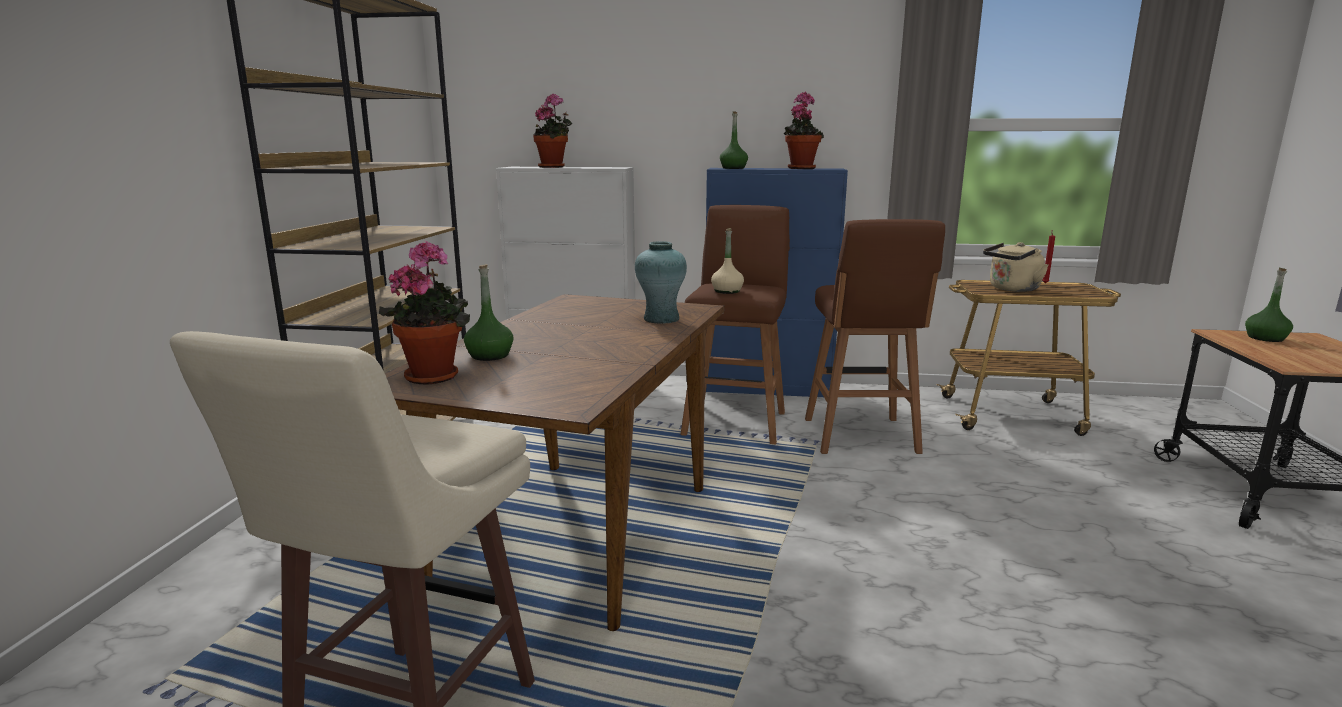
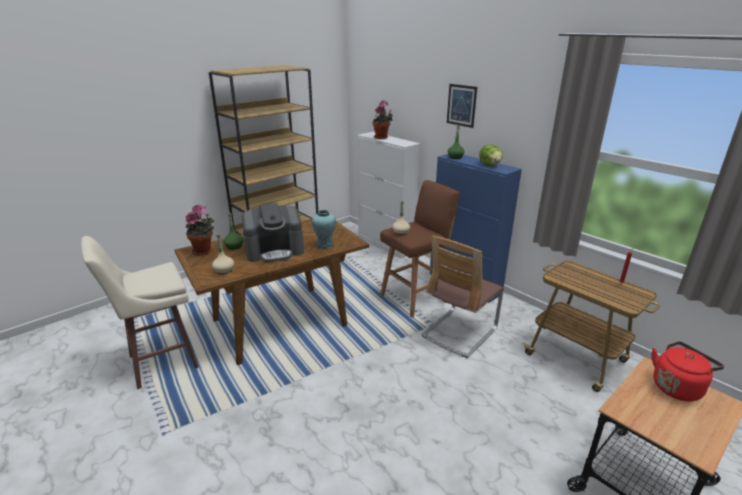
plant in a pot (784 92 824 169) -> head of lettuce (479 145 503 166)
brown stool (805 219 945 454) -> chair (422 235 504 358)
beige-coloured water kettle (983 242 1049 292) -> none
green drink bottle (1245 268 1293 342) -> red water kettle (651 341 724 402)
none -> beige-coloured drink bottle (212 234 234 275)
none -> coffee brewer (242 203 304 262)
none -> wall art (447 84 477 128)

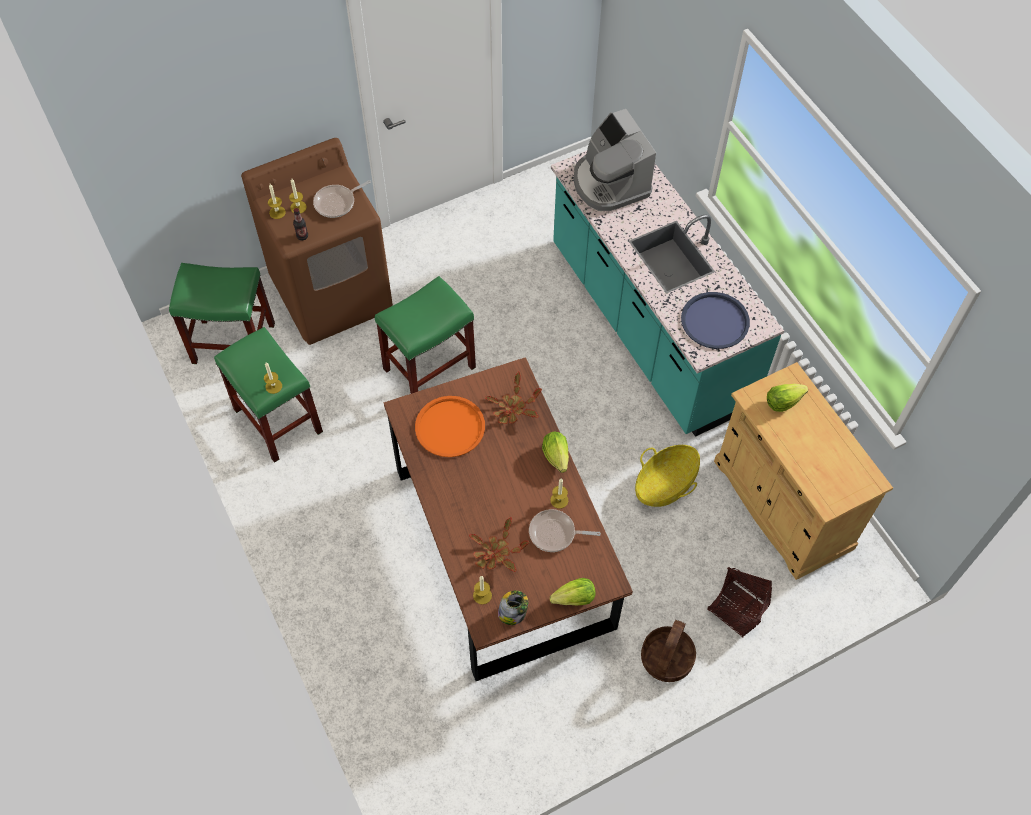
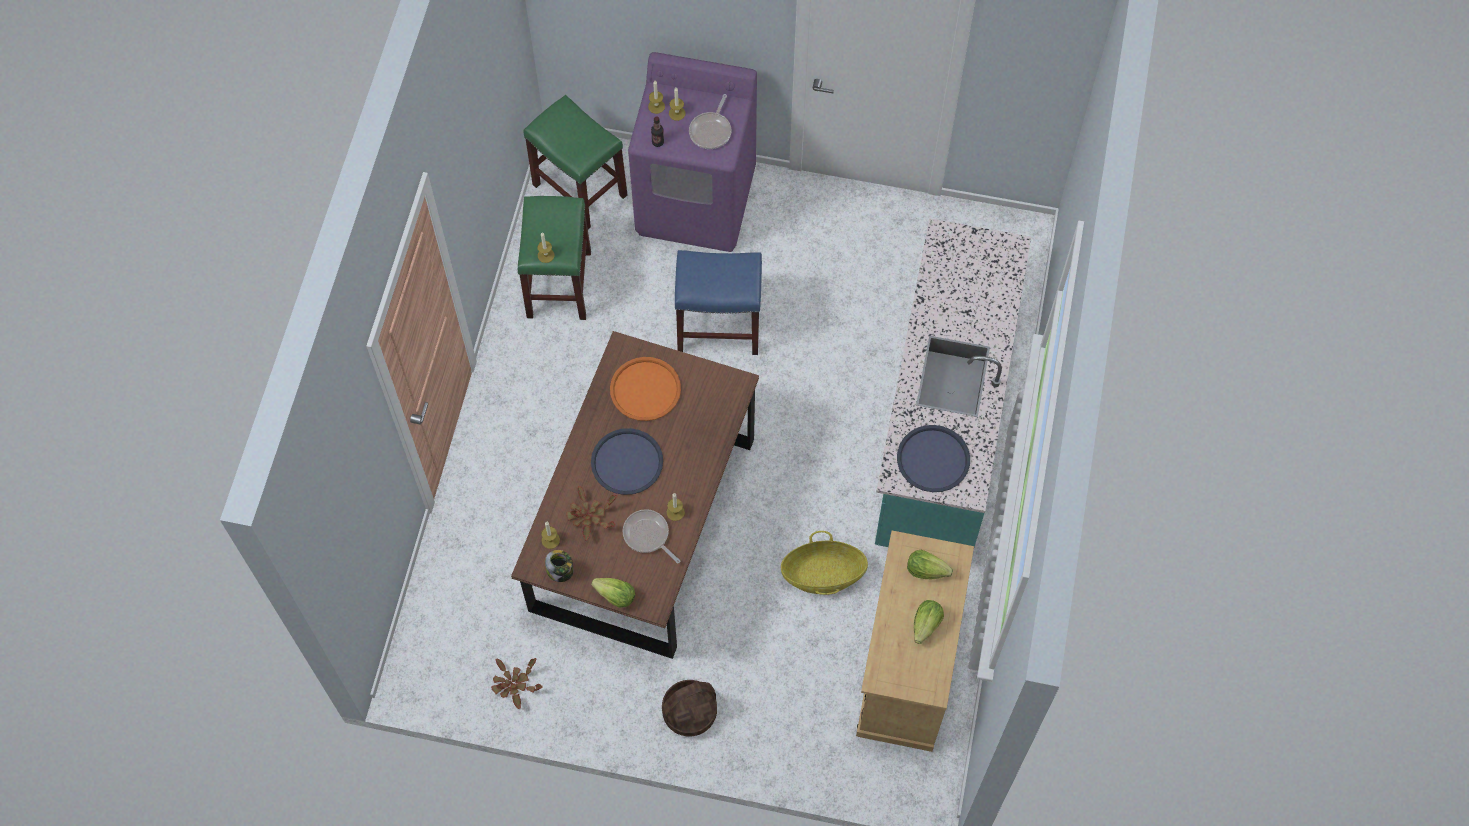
brown laundry machine (241 138 393 345) -> purplish laundry machine (628 52 757 252)
pan (313 180 371 218) -> pan (689 94 732 149), 75 degrees counterclockwise
green stool (375 276 476 394) -> bluish stool (675 250 762 355)
plant in a pot (485 372 542 424) -> plant in a pot (491 658 543 709), moved
head of lettuce (542 432 569 473) -> head of lettuce (914 600 944 644), moved
coffee brewer (574 109 656 211) -> none
basket (707 567 772 637) -> none
none -> bluish tray (591 428 663 495)

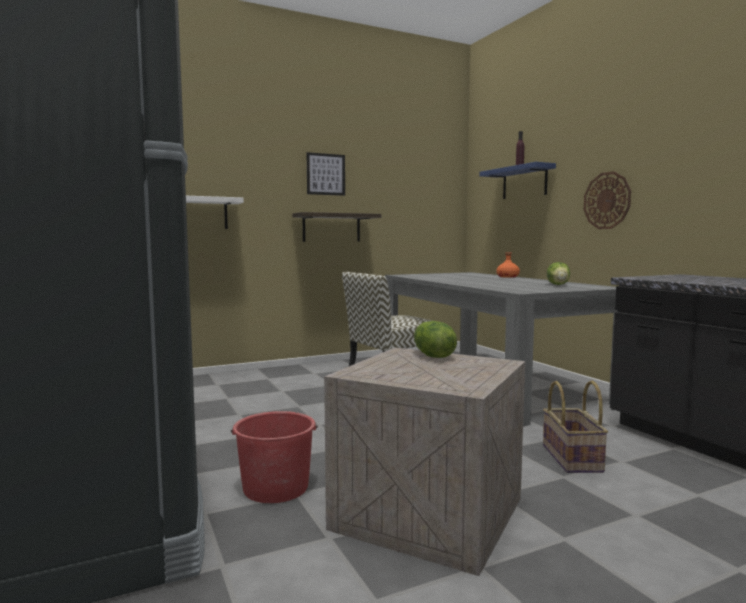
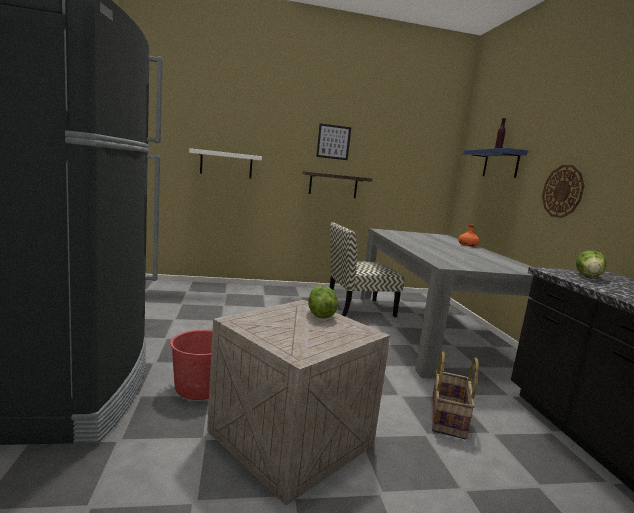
head of lettuce (547 262 570 285) -> head of lettuce (576 251 607 277), moved

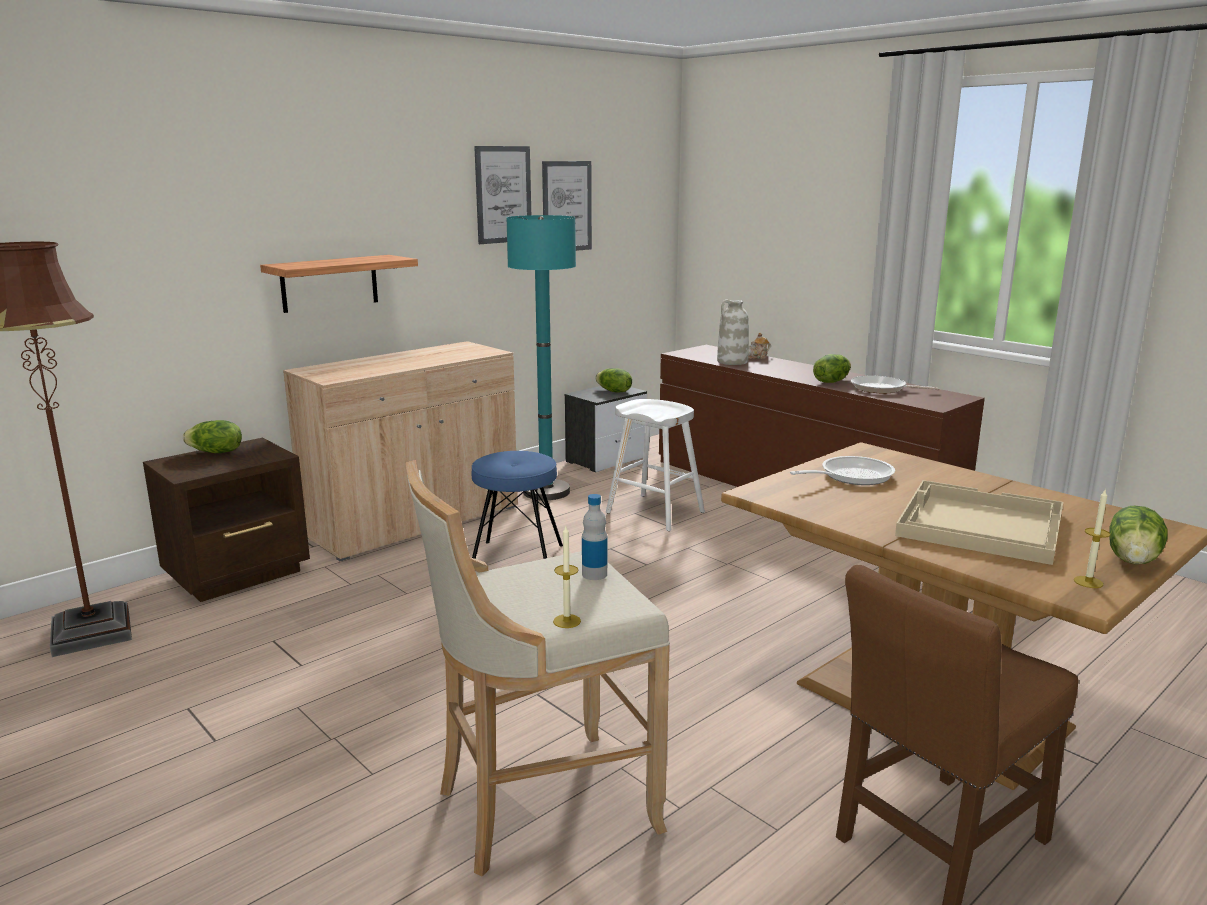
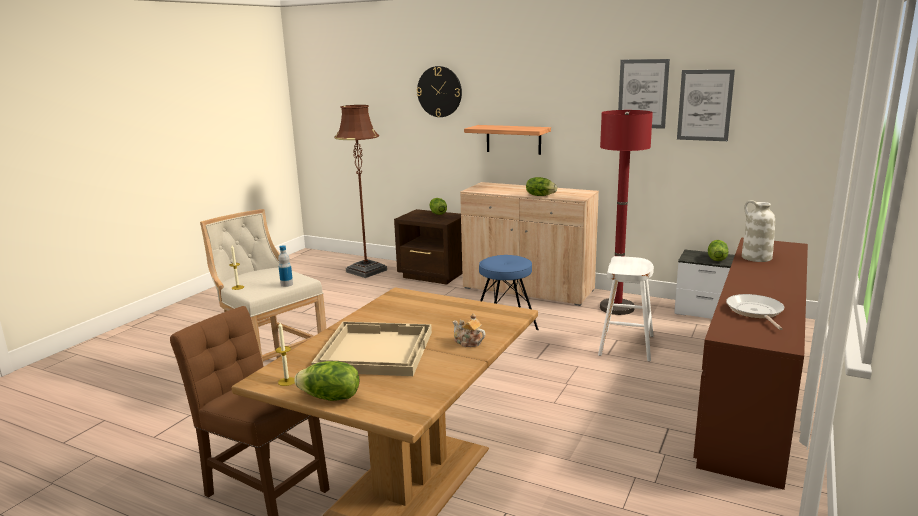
turquoise standing lamp (506 215 576 500) -> red standing lamp (600 110 653 315)
teapot (748 333 771 359) -> teapot (453 313 486 347), moved
pan (790 456 895 485) -> none
head of lettuce (813 354 851 383) -> head of lettuce (526 177 557 196), moved
none -> wall clock (417 66 462 117)

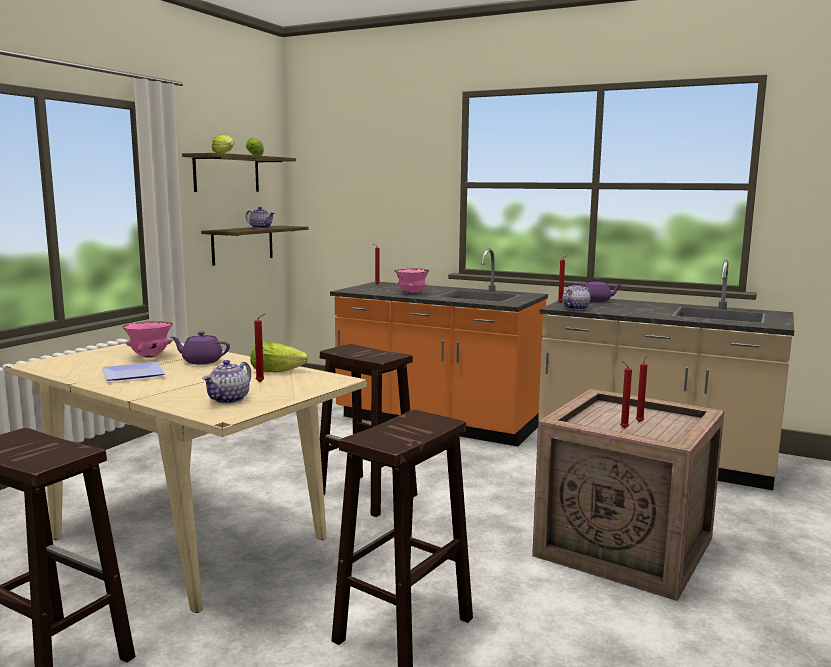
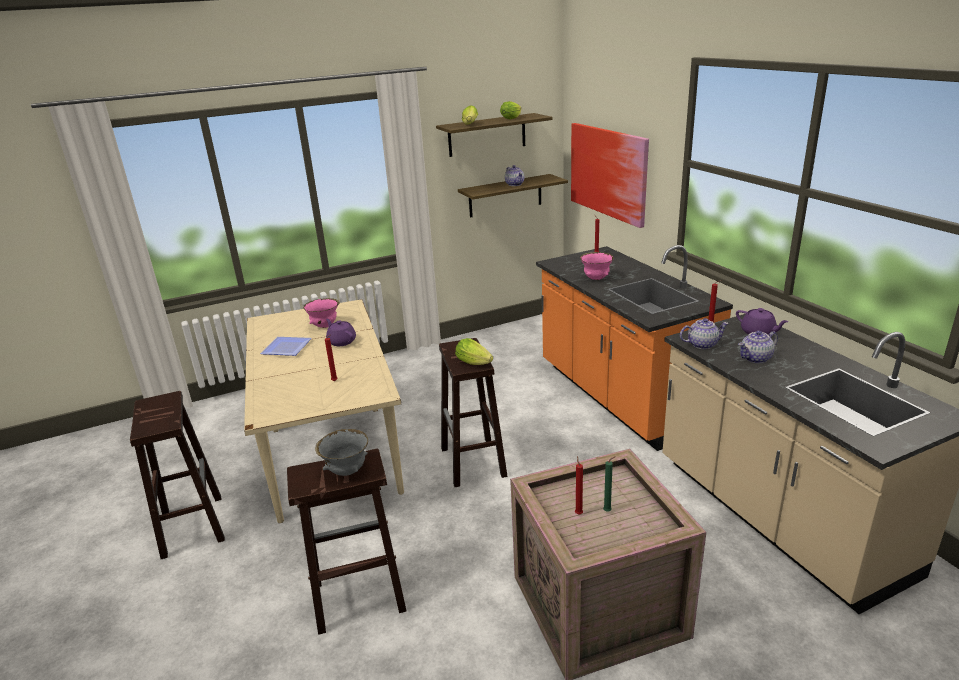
teapot (202 360 251 404) -> teapot (738 331 778 363), moved
head of lettuce (250 342 308 372) -> head of lettuce (455 338 493 365), moved
red candle (636 357 647 422) -> green candle (603 456 616 512)
none -> grey serving bowl (315 429 368 476)
none -> wall art (571 123 649 228)

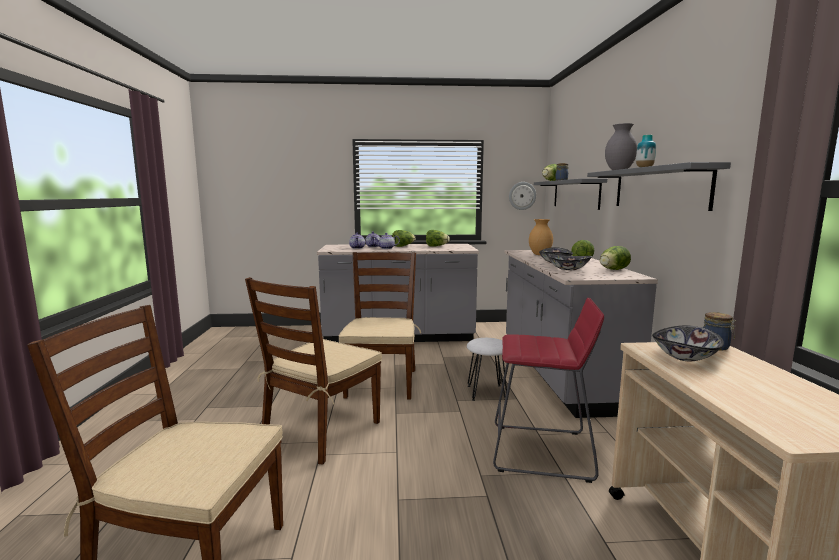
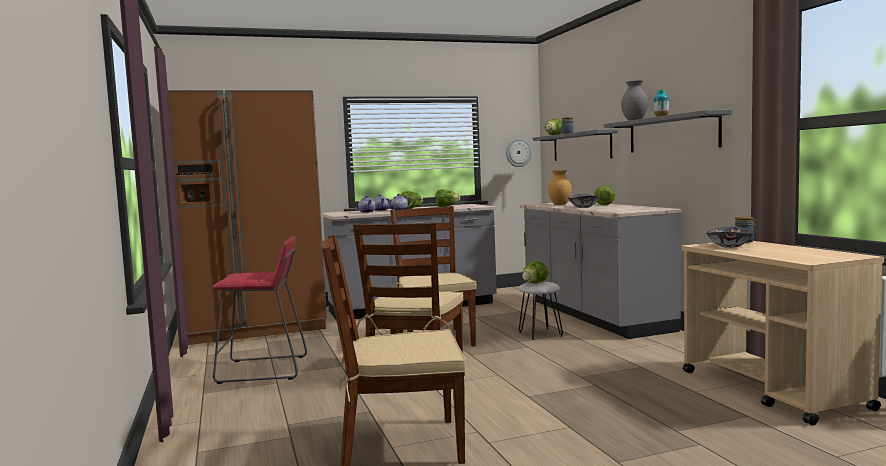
red stool (493 298 604 483) -> red stool (212 236 307 384), moved
serving bowl (547 253 592 270) -> none
head of lettuce (600 246 631 270) -> head of lettuce (522 261 548 283), moved
none -> brown kitchen fridge (168 90 327 345)

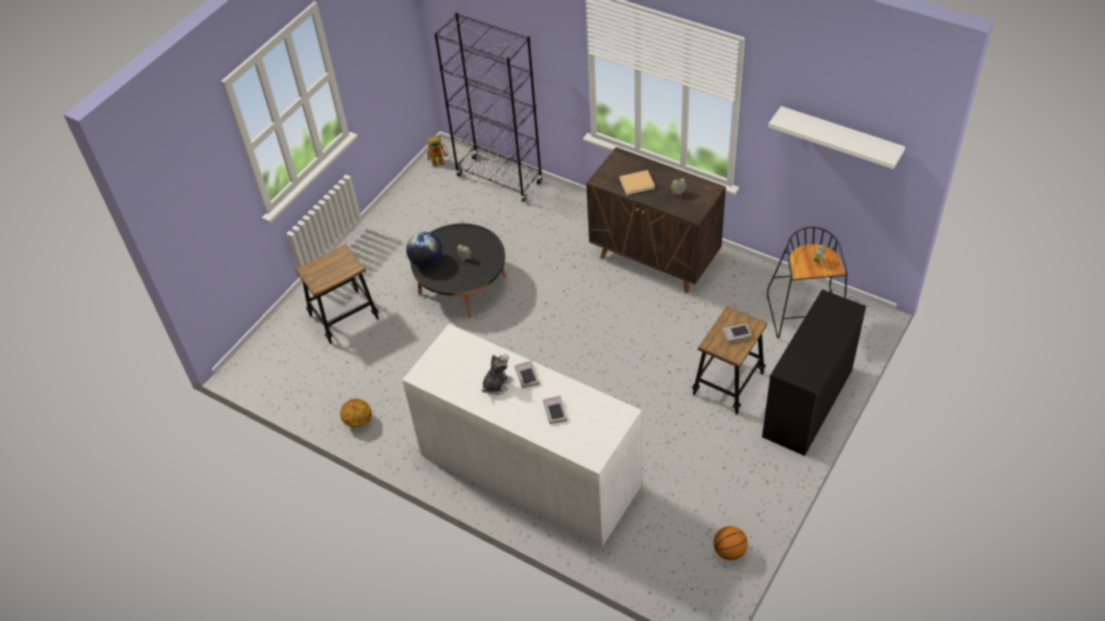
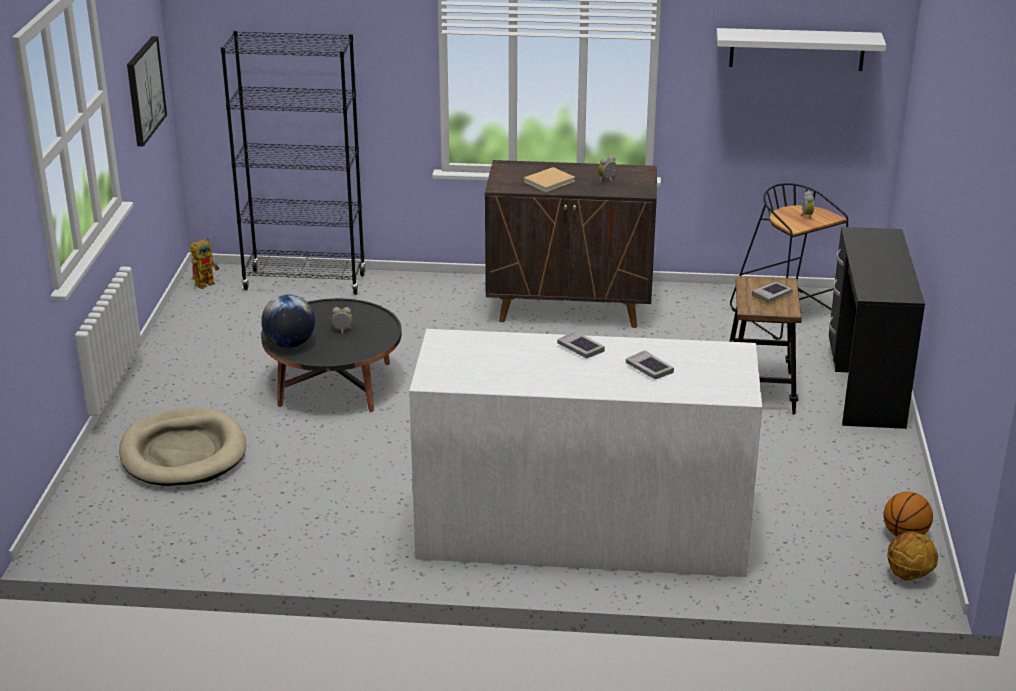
stool (295 243 379 344) -> beige-coloured pet bed (119 407 246 486)
basketball (340 399 372 428) -> basketball (887 532 938 581), moved
cuddly toy (482 354 513 395) -> none
none -> wall art (127 36 167 147)

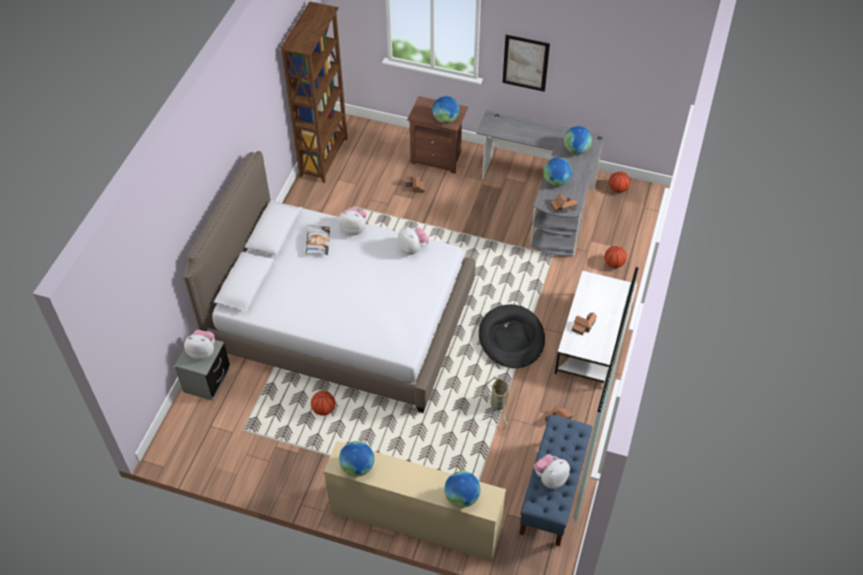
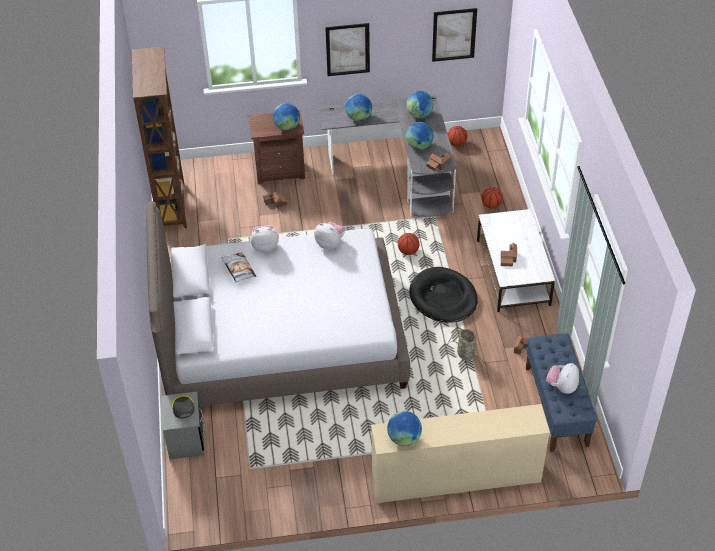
cuddly toy (184 330 215 360) -> grey peaked cap (172 395 195 419)
basketball (311 391 335 416) -> basketball (398 233 419 255), moved
globe (444 471 480 508) -> globe (345 94 372 121), moved
none -> wall art (432 8 477 62)

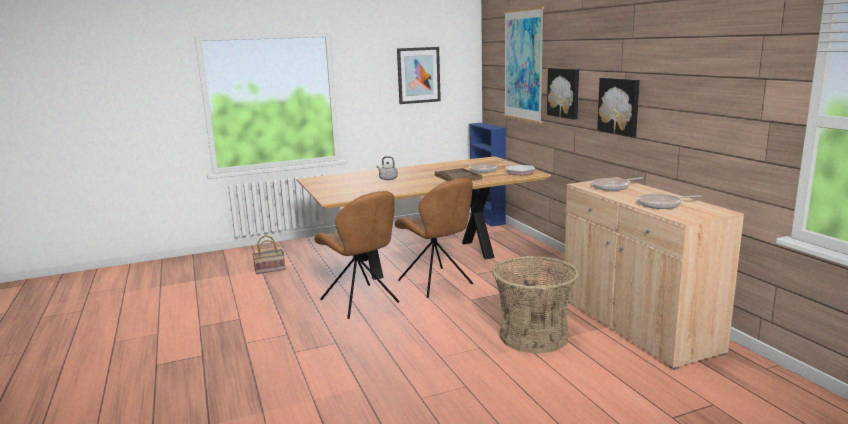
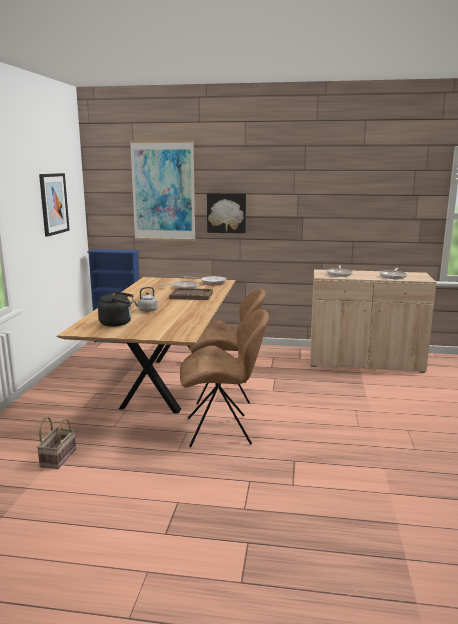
basket (492 256 579 354) -> none
wall art (597 78 640 137) -> none
none -> black water kettle (98 291 133 327)

